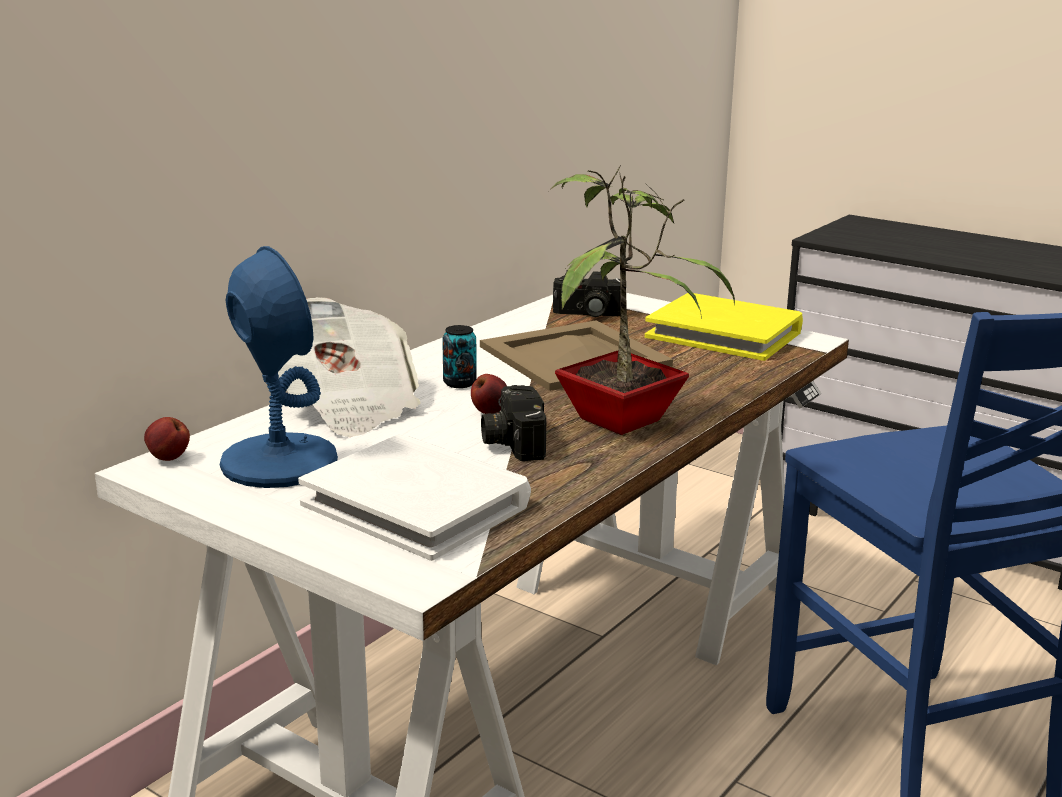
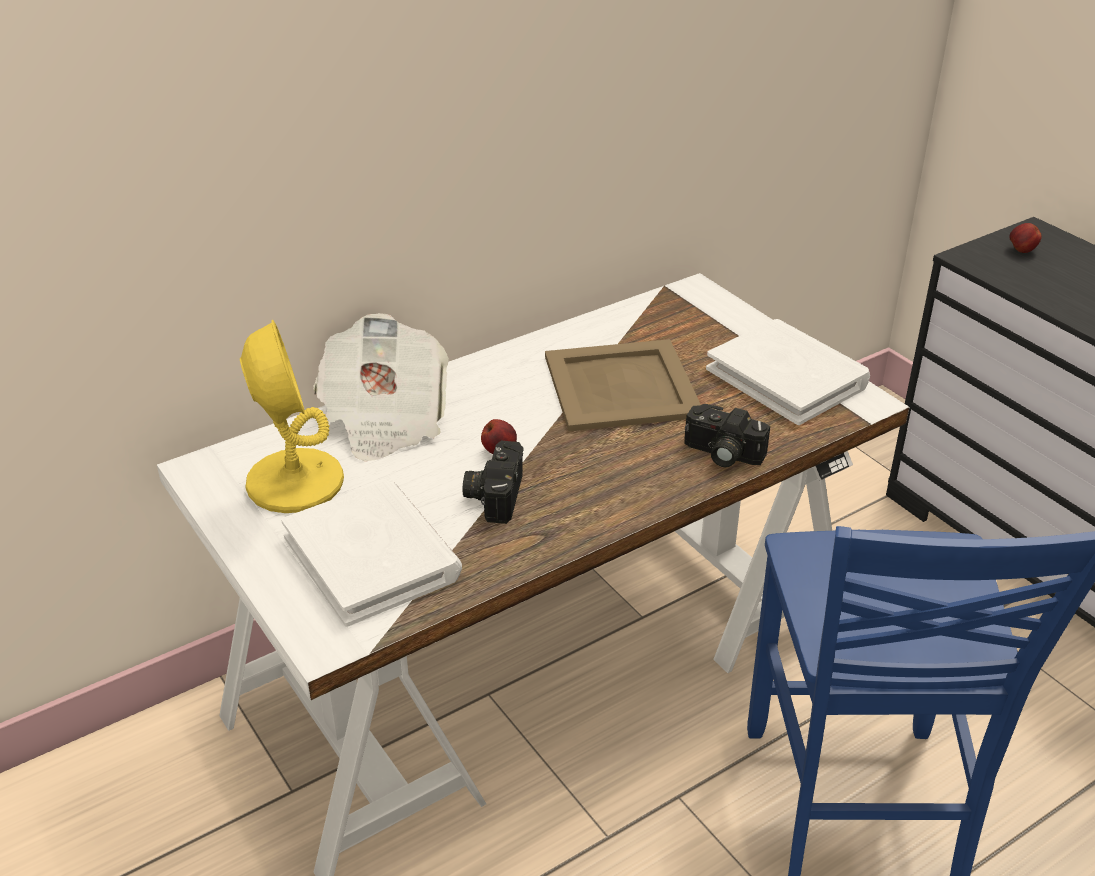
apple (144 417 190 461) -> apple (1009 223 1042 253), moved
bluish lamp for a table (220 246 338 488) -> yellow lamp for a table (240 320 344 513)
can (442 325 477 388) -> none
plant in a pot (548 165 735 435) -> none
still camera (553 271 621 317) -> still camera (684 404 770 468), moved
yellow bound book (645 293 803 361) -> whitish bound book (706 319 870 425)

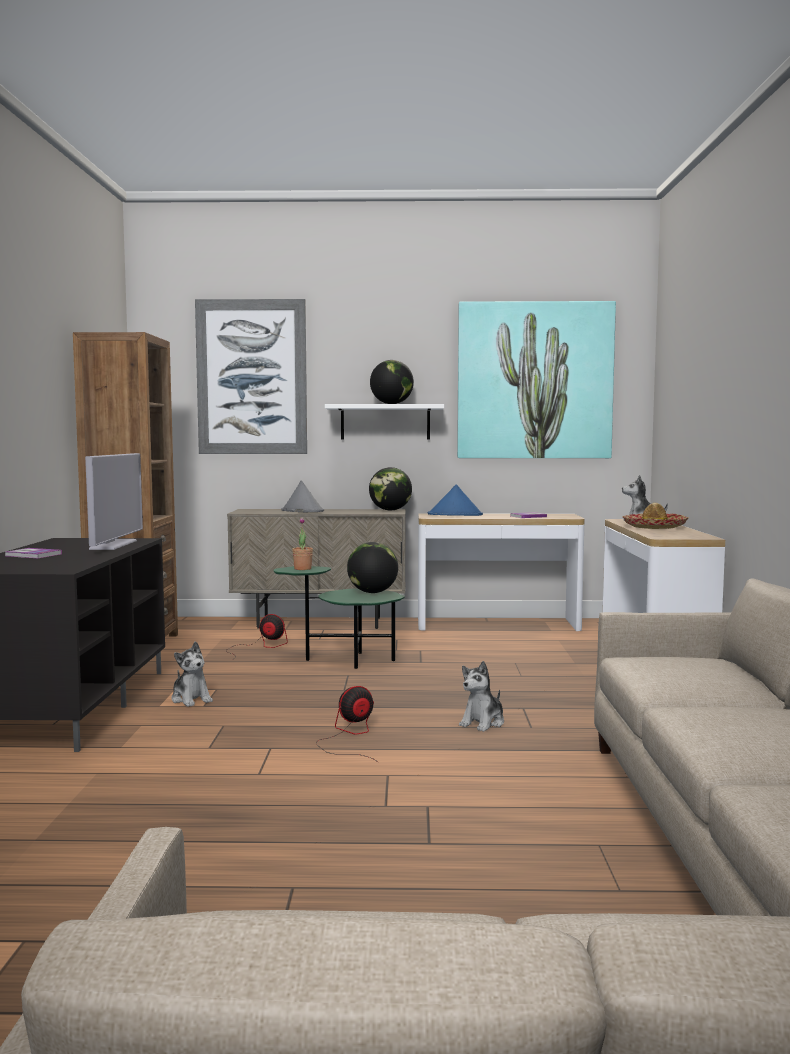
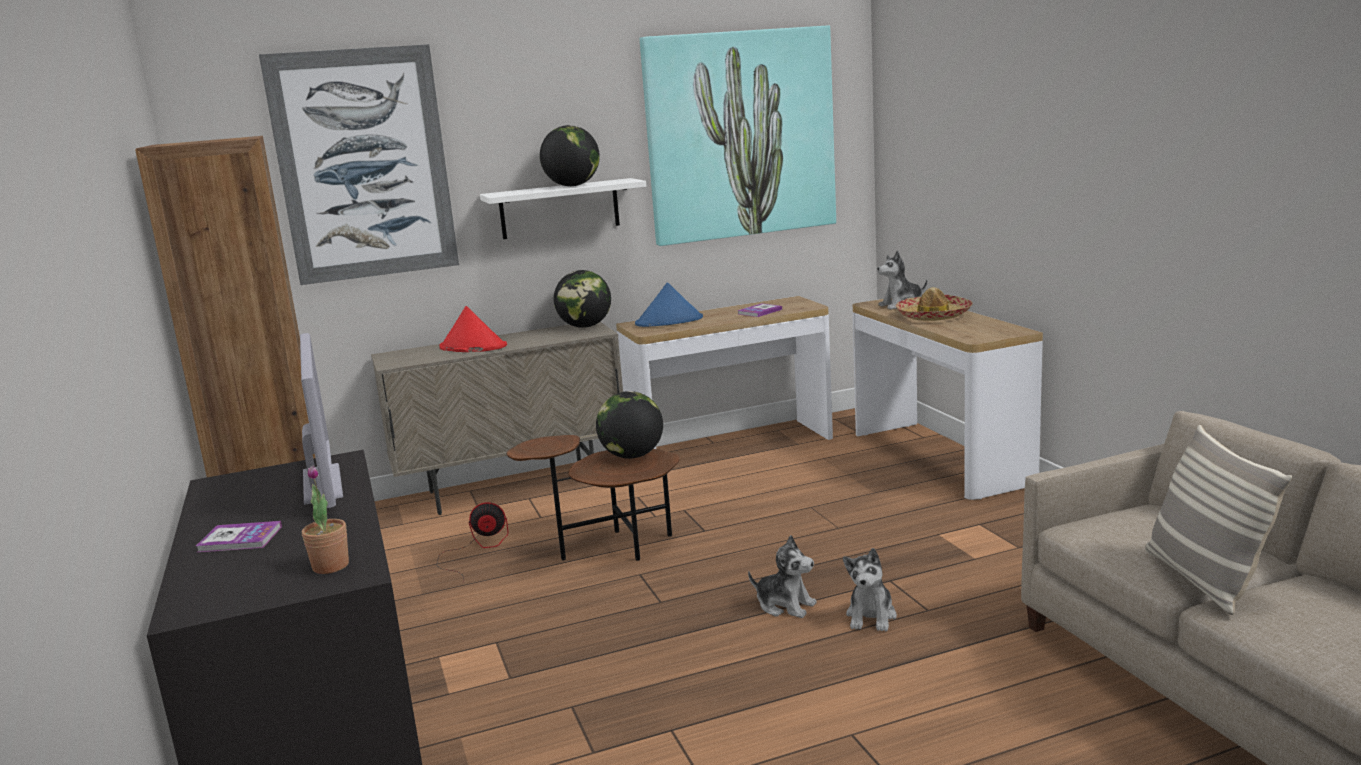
cuddly toy (171 641 213 707) -> cuddly toy (748 535 817 618), moved
green end table (273 566 405 669) -> brown end table (506 435 680 561)
grey wearable hat (282 480 324 512) -> red wearable hat (439 306 507 352)
plant in a pot (292 517 313 570) -> plant in a pot (302 465 349 574), moved
fan (316 686 379 763) -> none
none -> cushion (1145 425 1292 615)

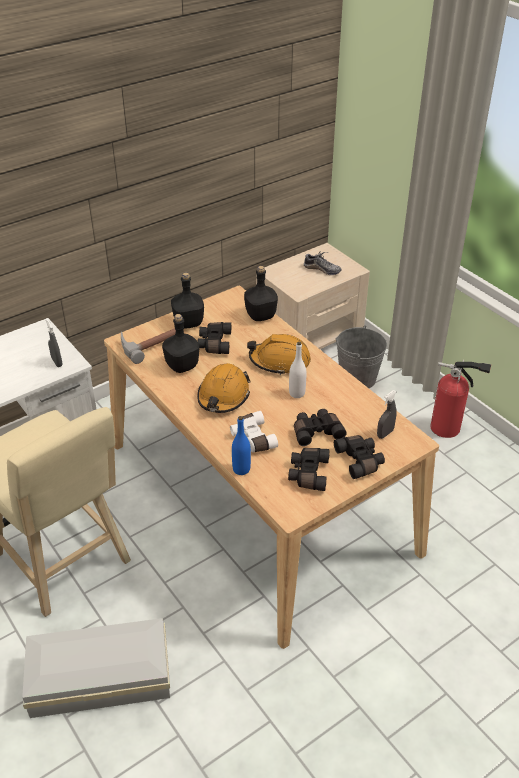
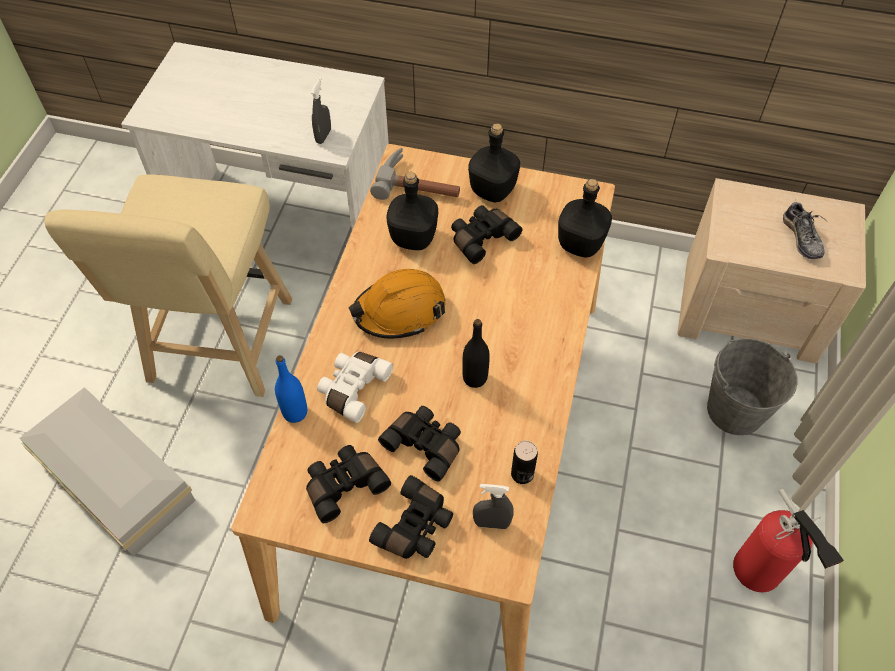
orange-coloured safety helmet (247 334 311 375) -> none
whitish drink bottle (289 342 306 398) -> black drink bottle (462 319 490 388)
none -> can (511 440 538 484)

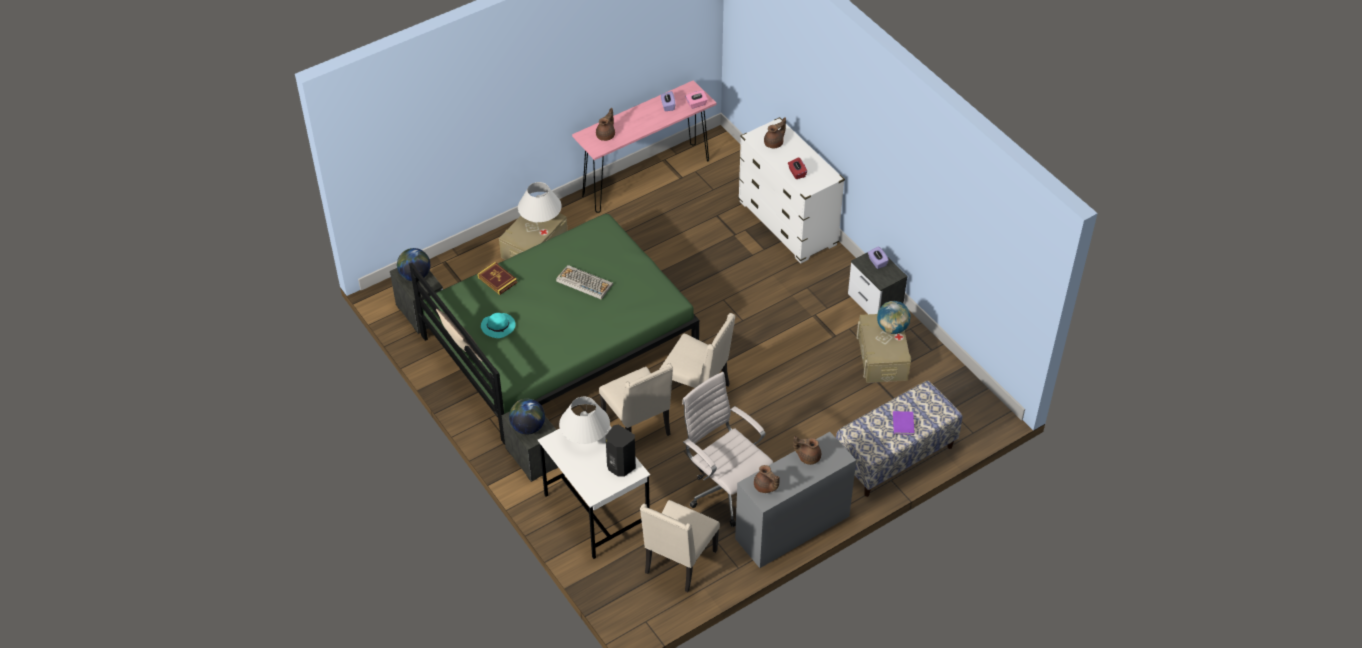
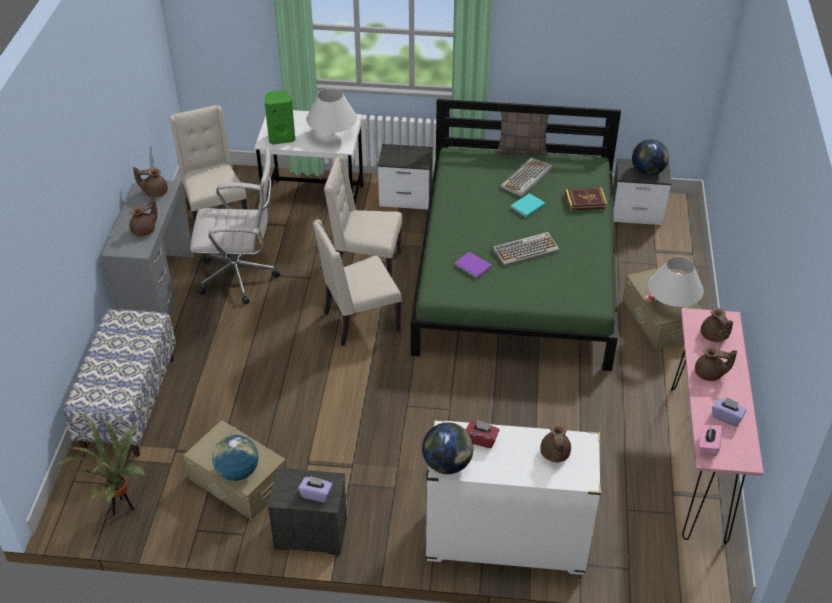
turquoise wearable hat (481 313 515 338) -> PC keyboard (500 158 552 197)
globe (509 399 545 434) -> globe (422 422 473 474), moved
black speaker (606 425 636 477) -> green speaker (265 90 295 145)
purplish bound book (893 411 915 435) -> purplish bound book (454 252 492 279), moved
none -> plant in a pot (56 417 145 515)
none -> turquoise bound book (511 193 545 218)
none -> brown teapot (695 347 737 381)

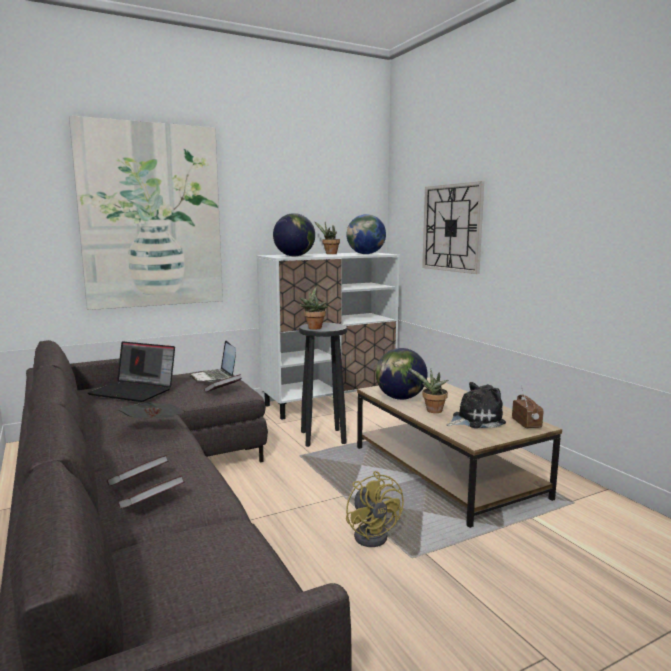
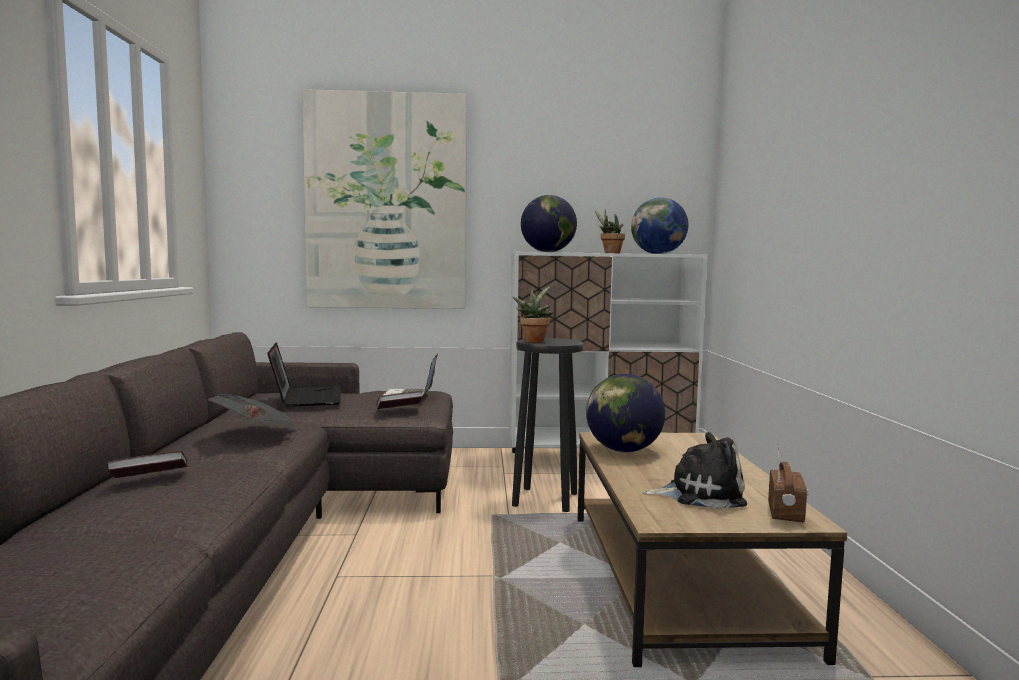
portable computer (88 341 175 402) -> portable computer (267 342 341 407), 150 degrees counterclockwise
bound book (118 475 185 509) -> none
yellow fan (346 471 404 547) -> none
plant in a pot (407 367 448 413) -> none
wall clock (422 181 484 274) -> none

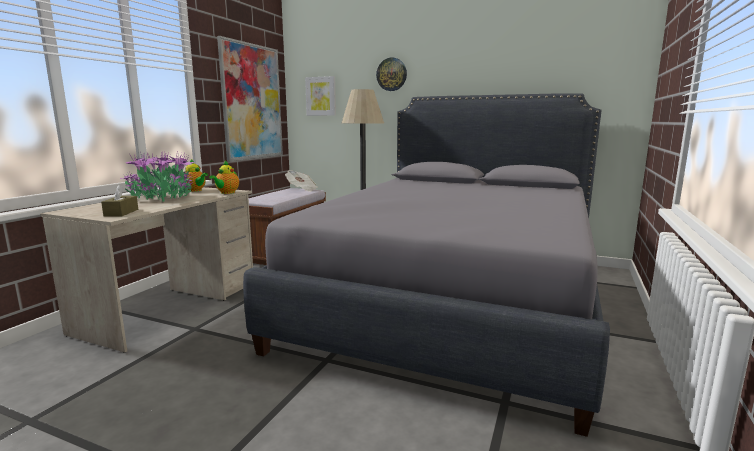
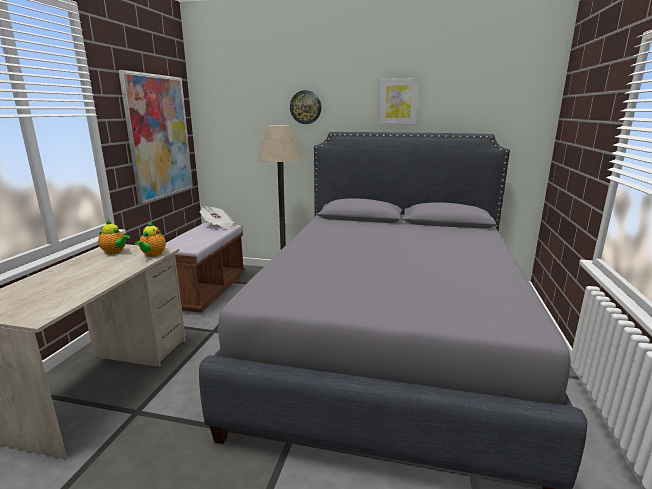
brown tissue box (101 184 138 217) -> none
plant in a pot (120 151 194 202) -> none
wall art (305 76 336 116) -> wall art (379 78 419 125), moved

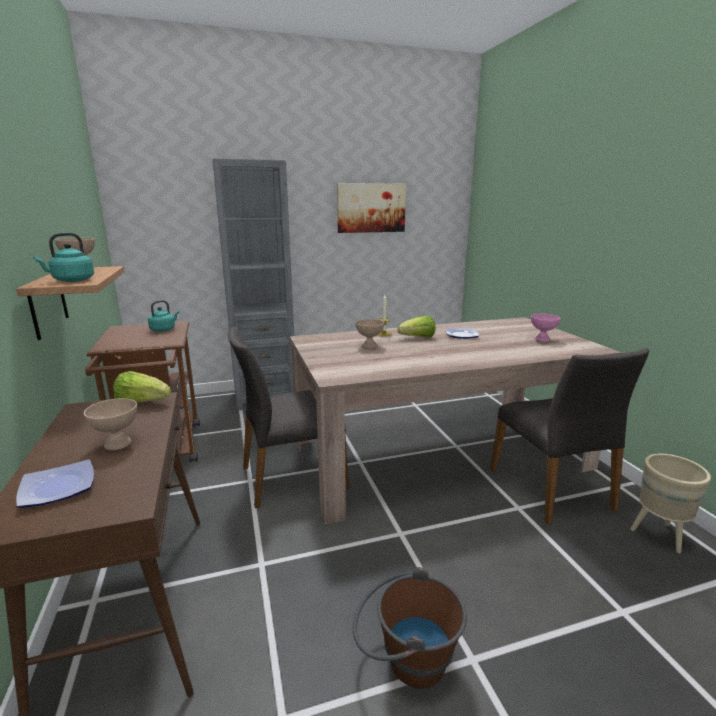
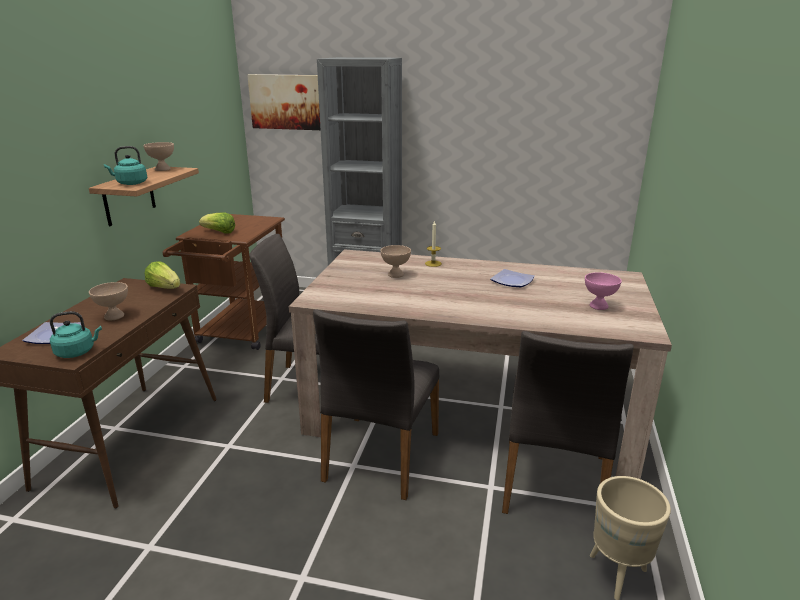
turquoise water kettle (148 300 179 332) -> turquoise water kettle (50 311 102 358), moved
wall art (337 183 406 233) -> wall art (247 74 321 130), moved
brown bucket (353 567 467 689) -> none
head of lettuce (397 315 435 338) -> head of lettuce (199 212 235 234), moved
none -> grey chair (313 309 439 500)

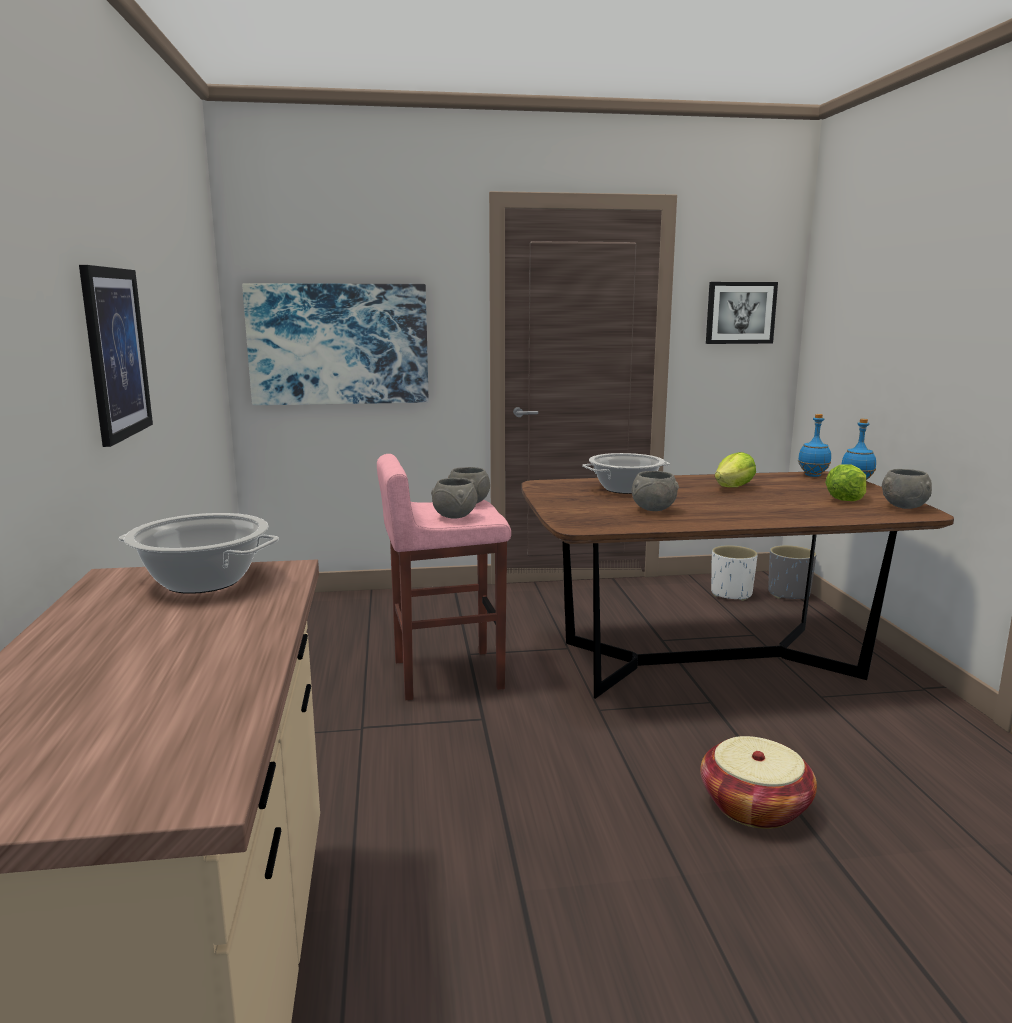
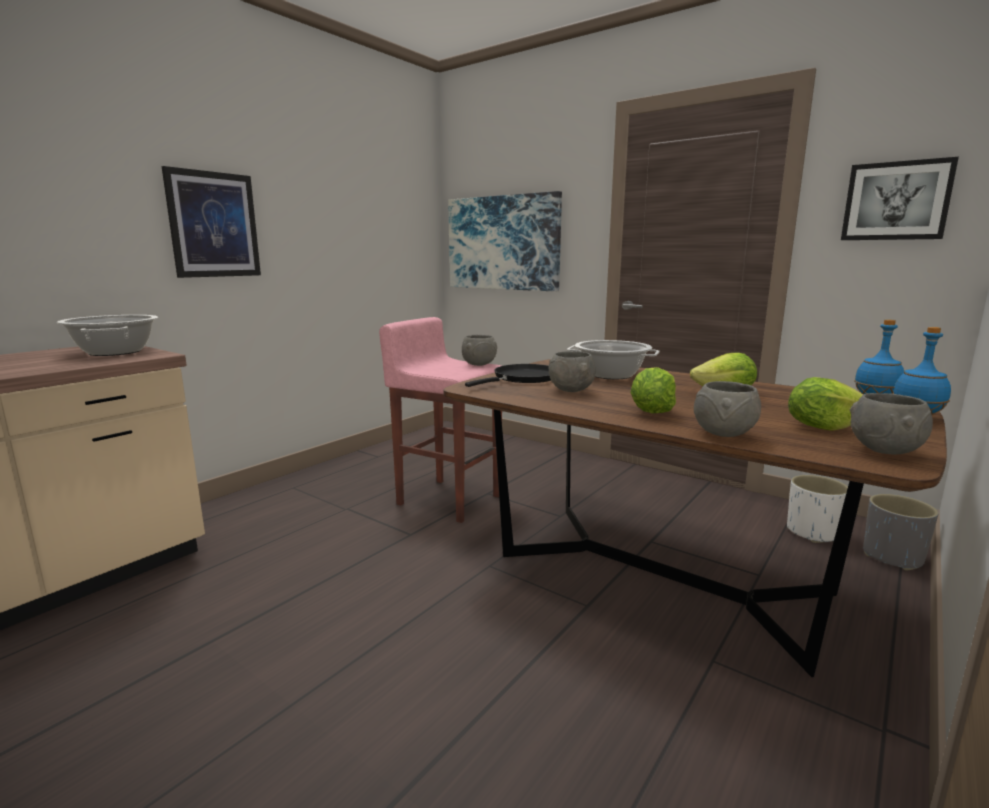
grey serving bowl (431 478 478 519) -> grey serving bowl (694 381 761 437), moved
basket (700 736 817 829) -> none
none -> black pan (465 364 551 387)
none -> head of lettuce (630 367 676 413)

